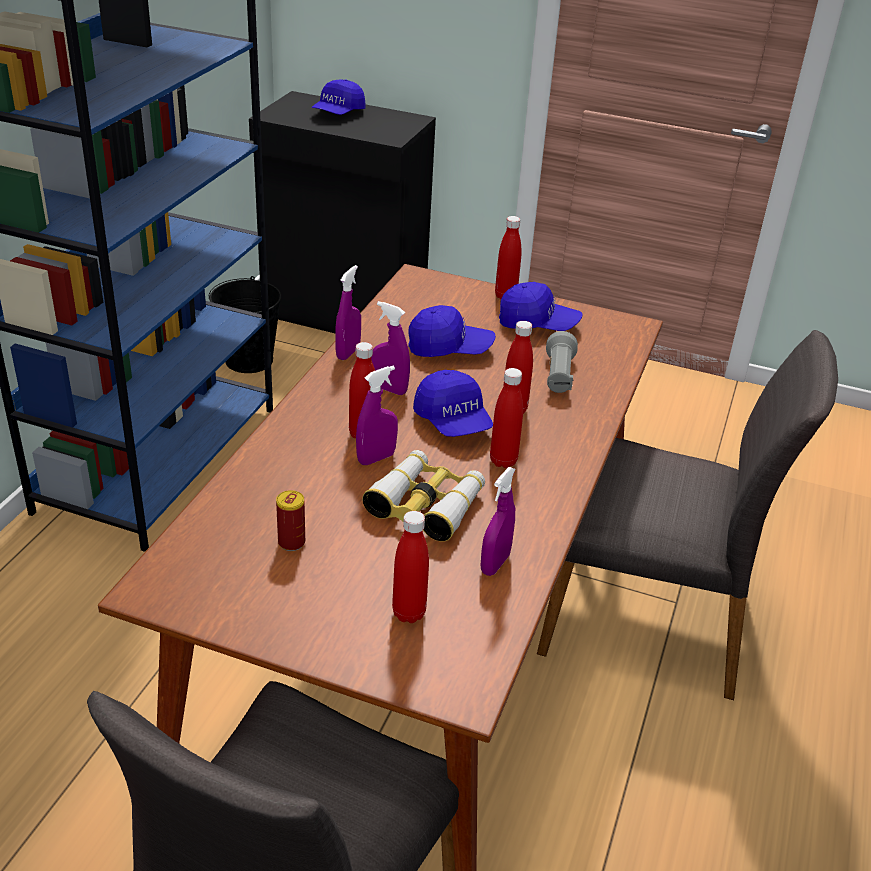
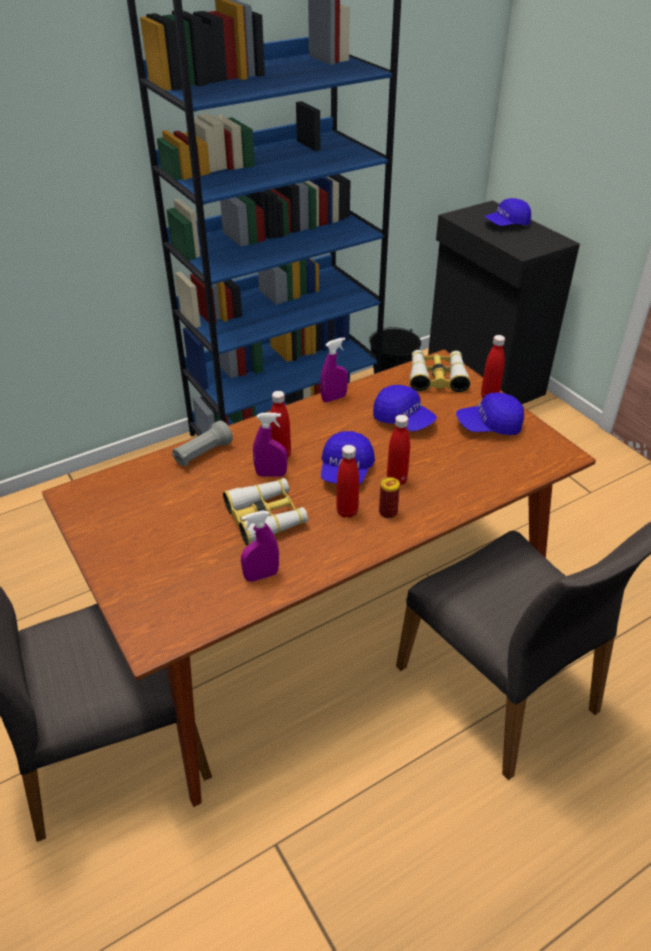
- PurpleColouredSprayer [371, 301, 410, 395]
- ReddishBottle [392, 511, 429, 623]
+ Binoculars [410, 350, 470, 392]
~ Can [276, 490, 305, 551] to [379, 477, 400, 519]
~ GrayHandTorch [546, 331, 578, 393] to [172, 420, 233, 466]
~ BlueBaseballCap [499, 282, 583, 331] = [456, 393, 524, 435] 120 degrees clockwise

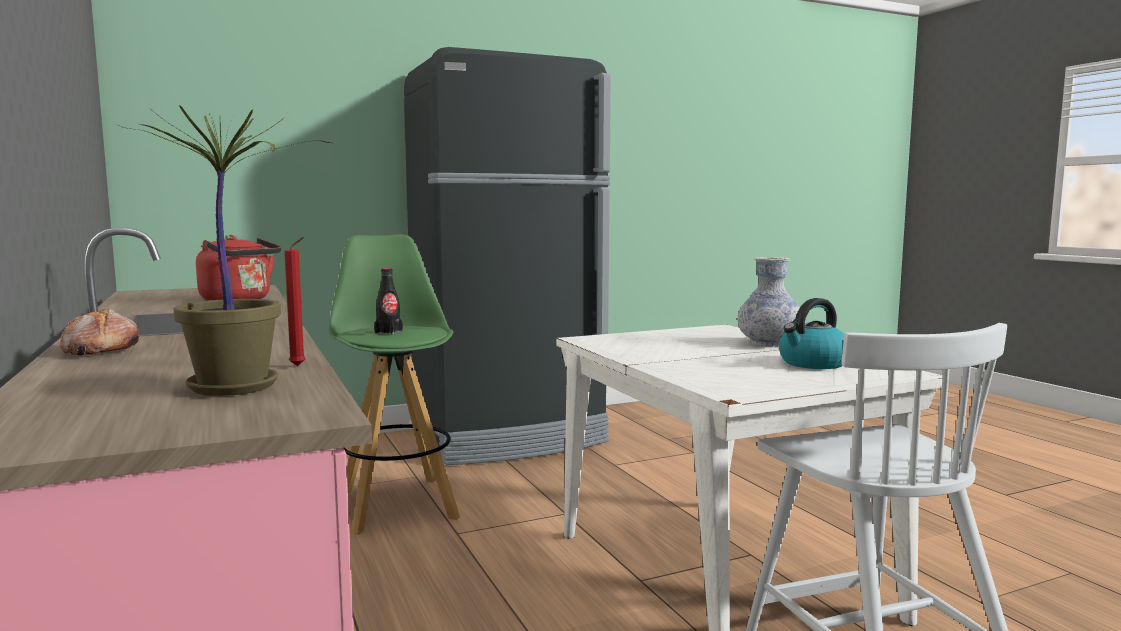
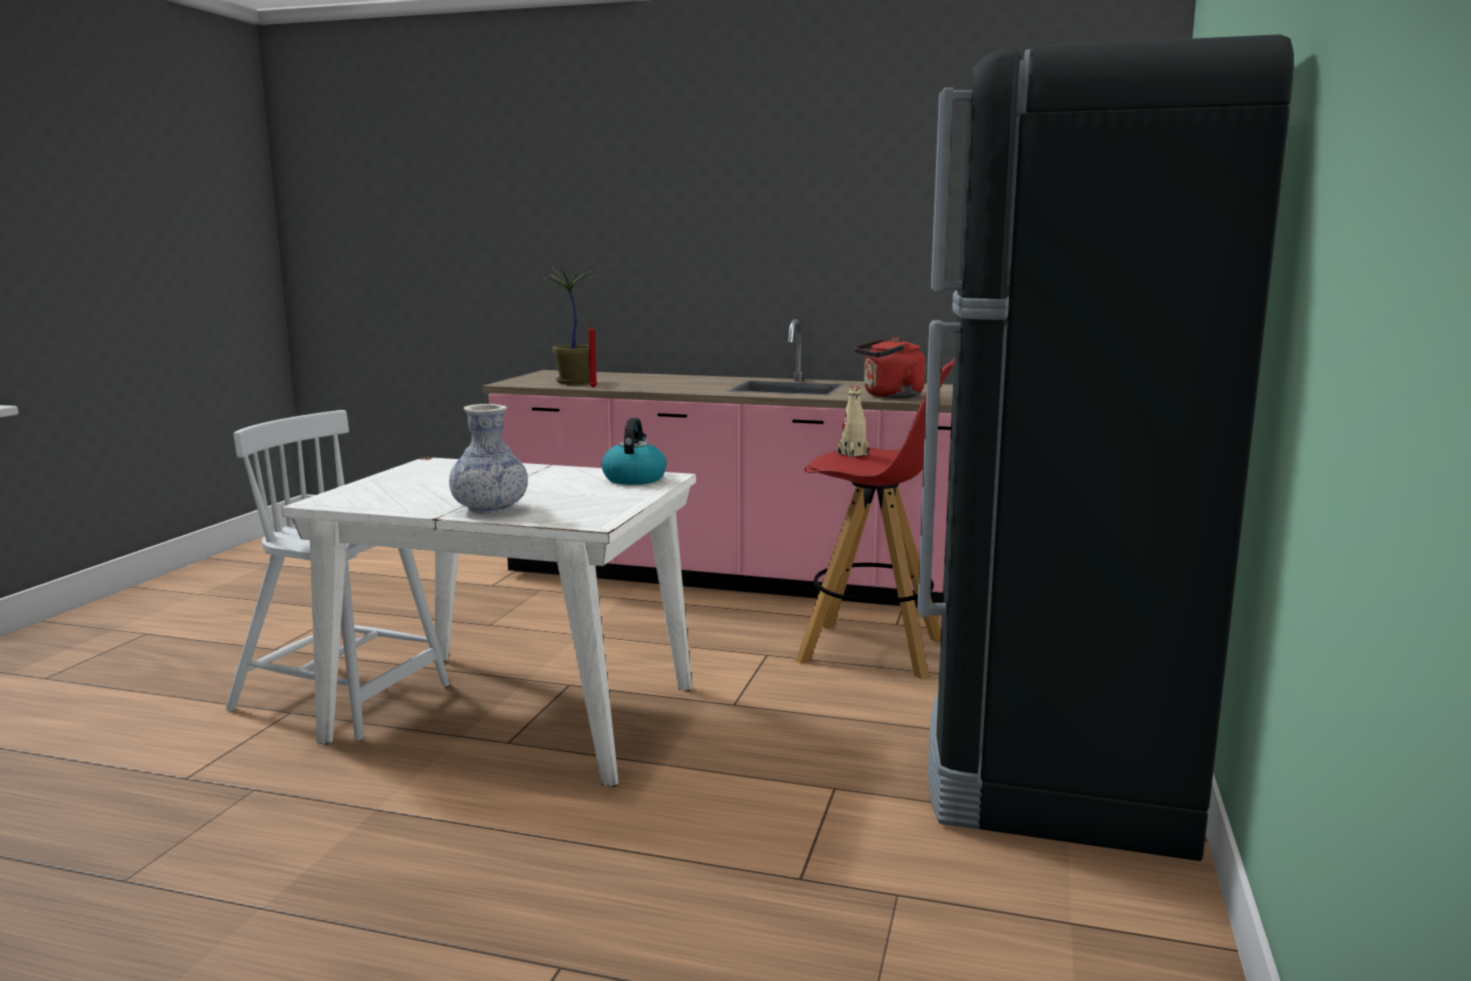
- BakeryBread [60, 308, 139, 356]
~ TeaKettle [779, 298, 844, 369] to [601, 418, 666, 485]
~ GreenishStoolSeat [329, 234, 460, 535] to ReddishStoolSeat [795, 358, 954, 679]
~ BlackishBottle [374, 268, 403, 334] to SandColouredBottle [838, 386, 869, 458]

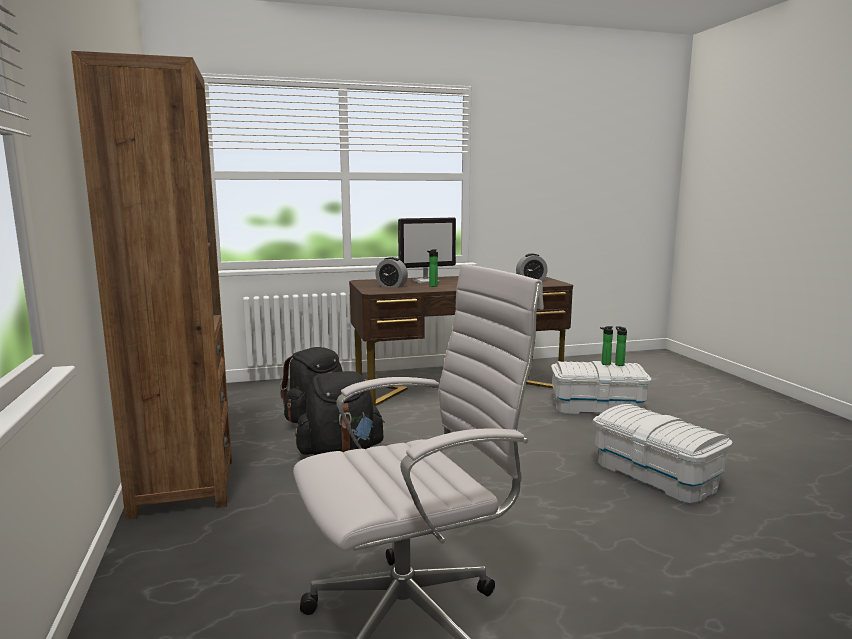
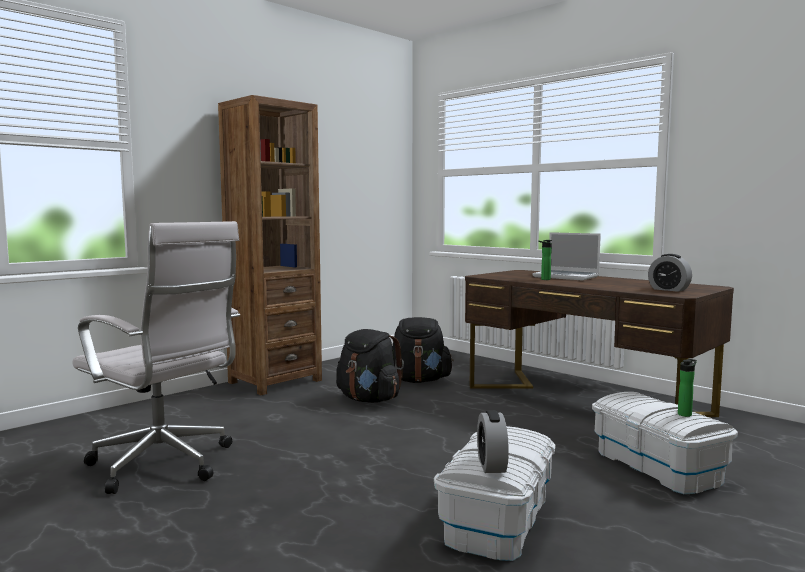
- Bottle [600, 326, 613, 365]
~ AlarmClock [376, 257, 408, 288] to [477, 410, 509, 473]
~ ComputerScreen [398, 218, 456, 283] to Laptop [532, 232, 601, 280]

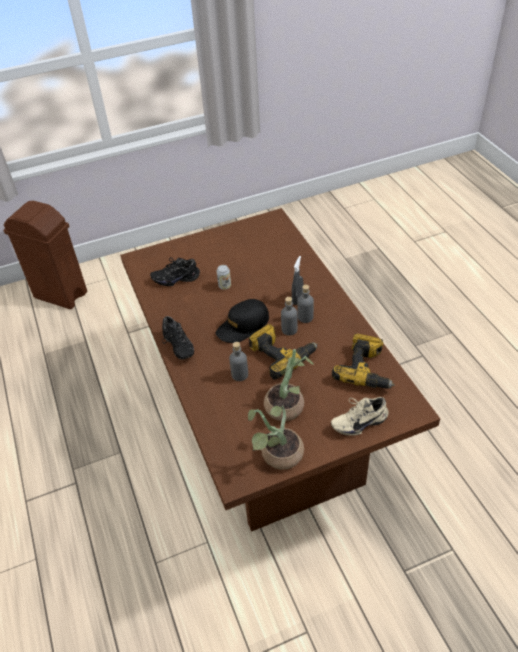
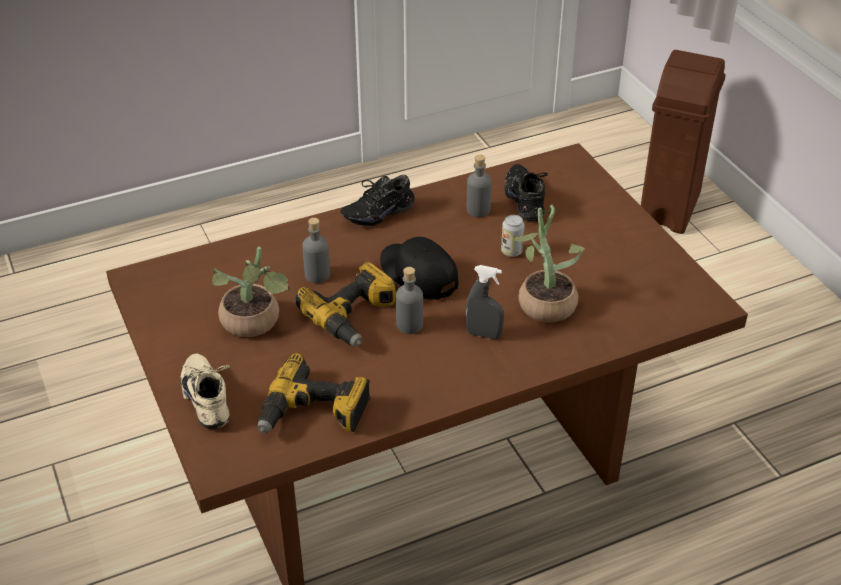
~ PottedPlant [248, 406, 304, 470] to [514, 204, 585, 322]
~ GrayBottle [298, 285, 314, 323] to [467, 155, 492, 217]

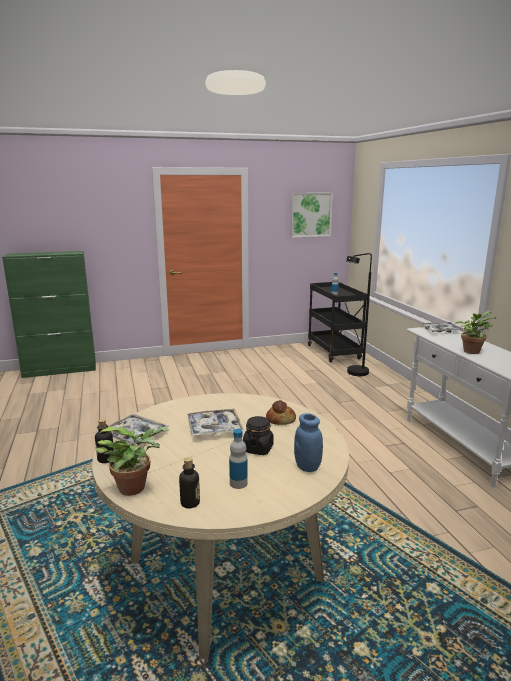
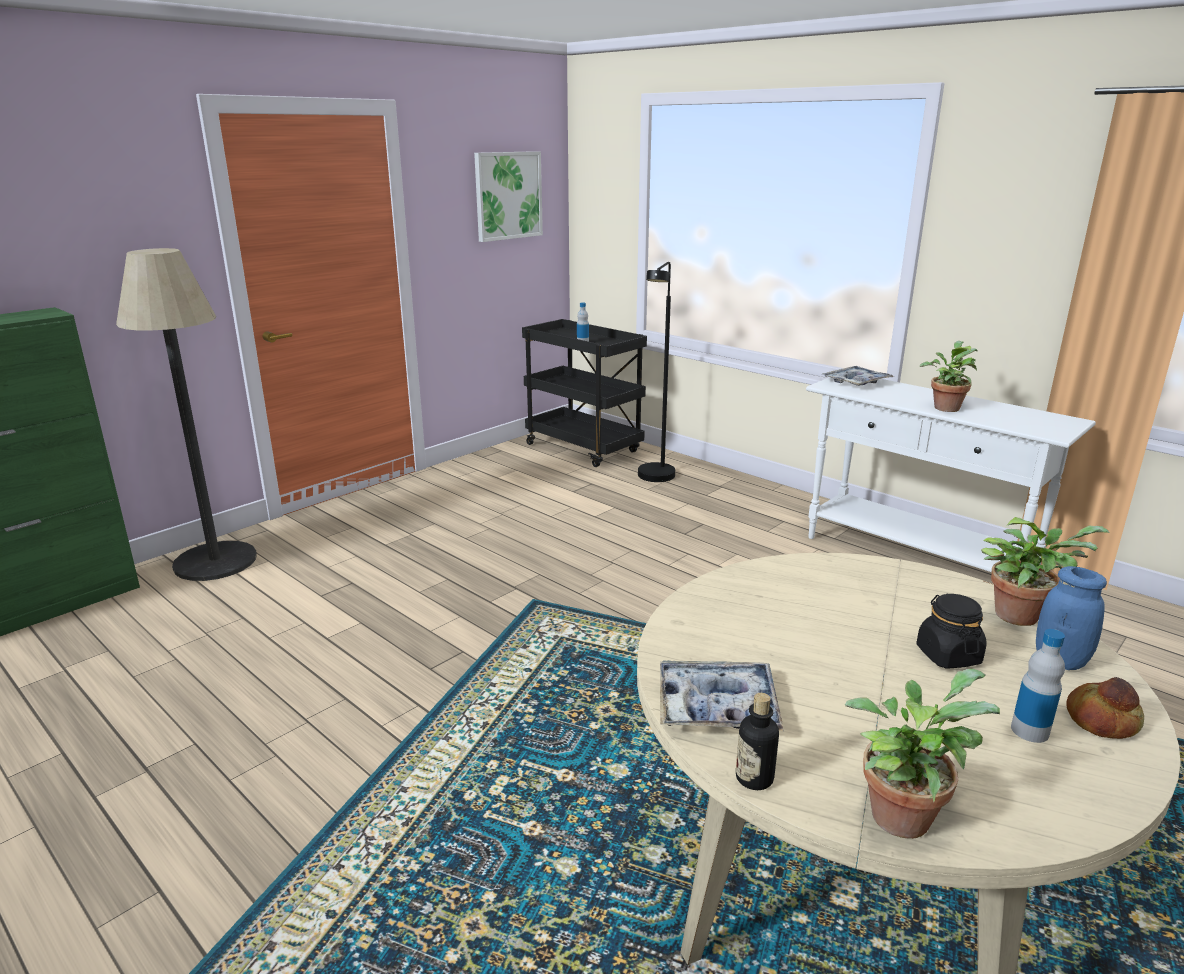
- Bottle [179, 457, 200, 508]
- Tray [187, 409, 244, 436]
+ FloorLamp [116, 248, 257, 581]
+ PottedPlant [981, 517, 1110, 626]
~ BakeryBread [266, 400, 296, 425] to [1066, 677, 1144, 739]

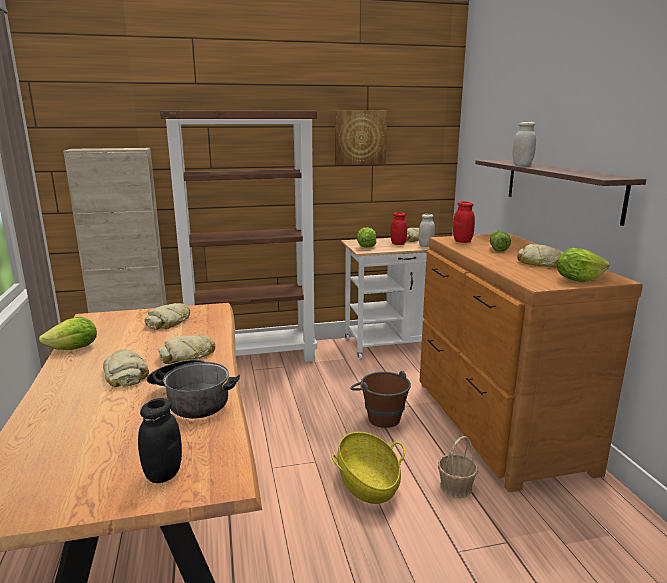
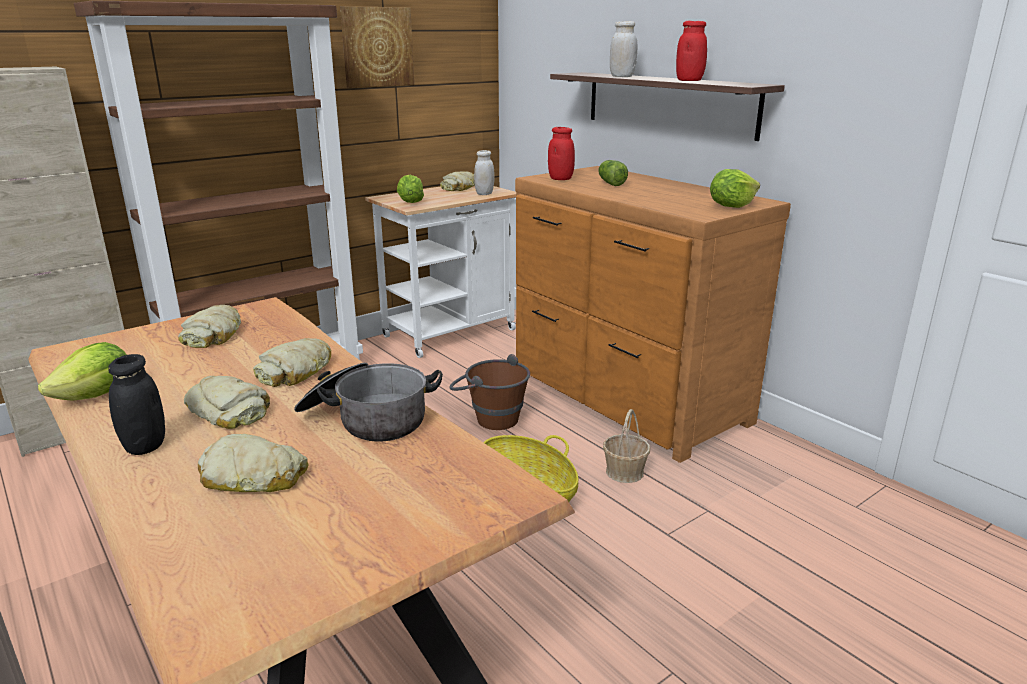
~ BlackishPreserveJar [138, 398, 182, 483] to [109, 354, 165, 455]
~ ReddishPreserveJar [390, 212, 407, 245] to [676, 21, 707, 81]
~ BakeryBread [517, 244, 564, 268] to [198, 434, 308, 492]

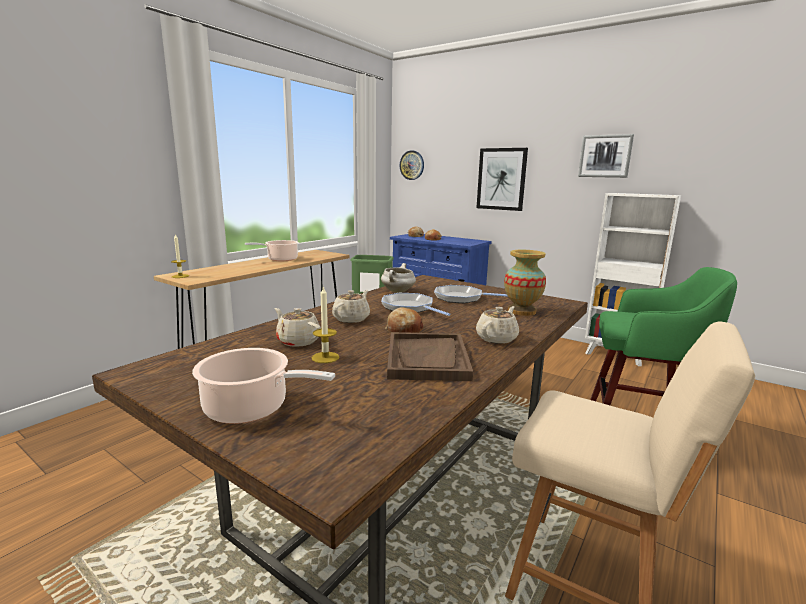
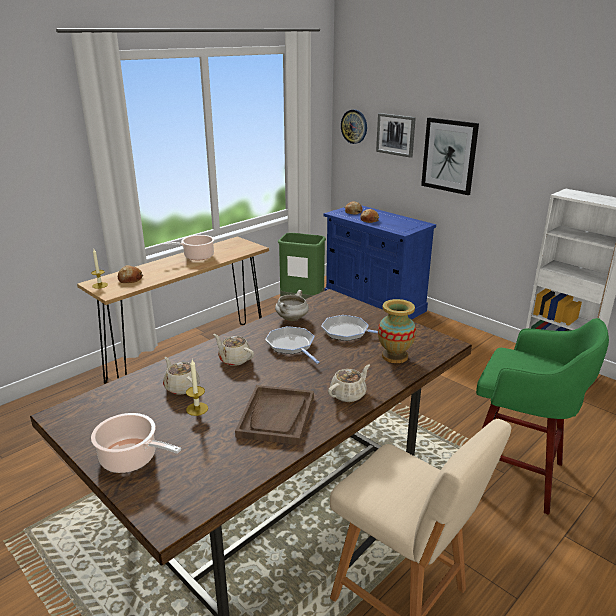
~ BakeryBread [385, 307, 423, 333] to [118, 265, 143, 283]
~ WallPicture [578, 134, 634, 178] to [376, 113, 416, 158]
~ SandColouredTeapot [332, 290, 370, 323] = [213, 334, 254, 366] 90 degrees counterclockwise

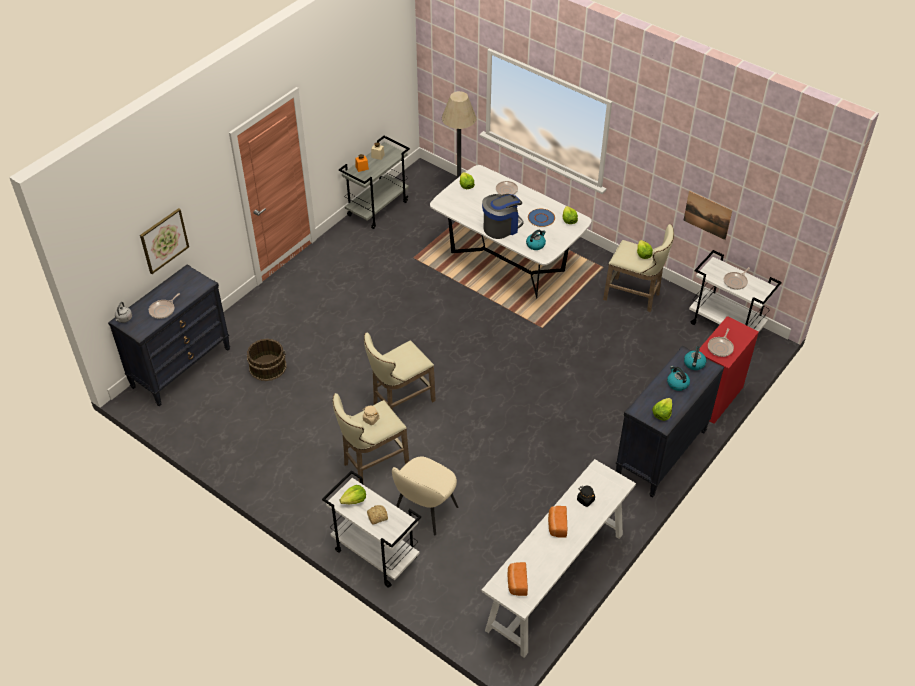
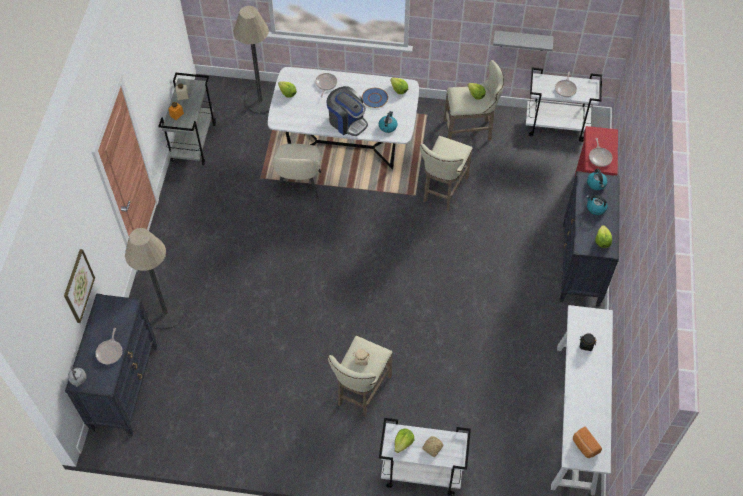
- BrownColouredPail [247, 339, 287, 381]
- BakeryBread [548, 506, 567, 538]
+ FloorLamp [125, 228, 184, 329]
~ SandColouredStoolSeat [364, 333, 436, 410] to [420, 136, 473, 210]
~ SandColouredUprightChair [392, 456, 458, 535] to [272, 144, 322, 200]
~ WallPicture [683, 191, 732, 240] to GrayBracketShelf [493, 30, 554, 51]
~ CoffeeMachine [482, 194, 524, 239] = [326, 86, 368, 136] 105 degrees clockwise

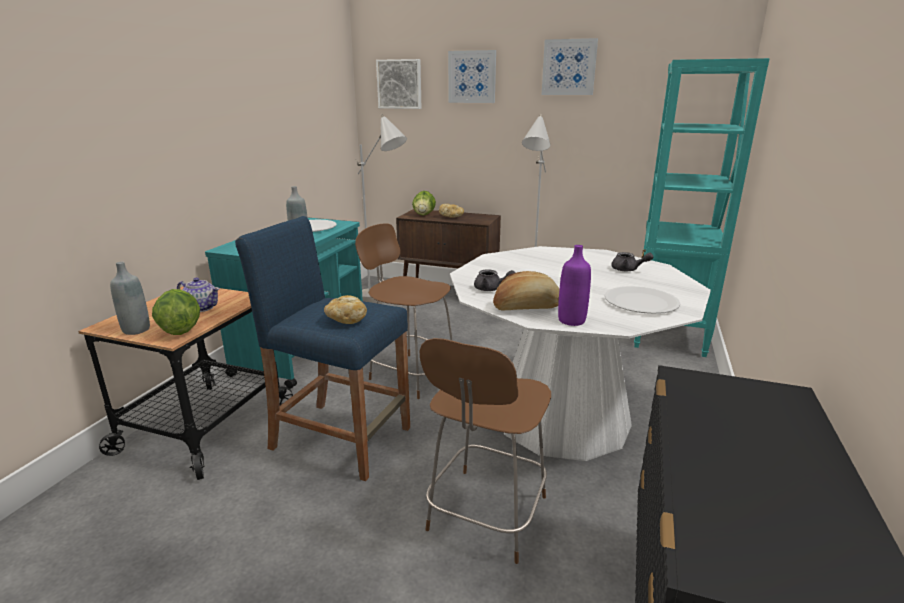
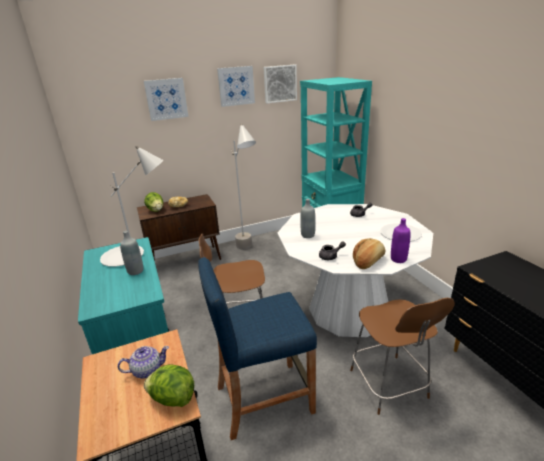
- BakeryBread [324, 295, 367, 324]
~ GrayBottle [110, 262, 150, 335] to [300, 199, 315, 238]
~ WallPicture [376, 59, 421, 109] to [264, 65, 297, 103]

